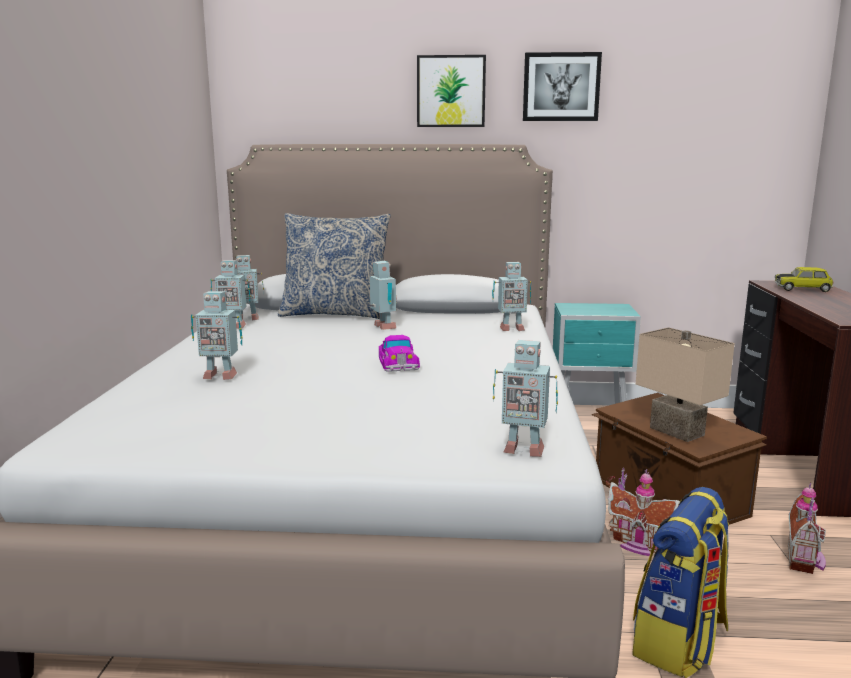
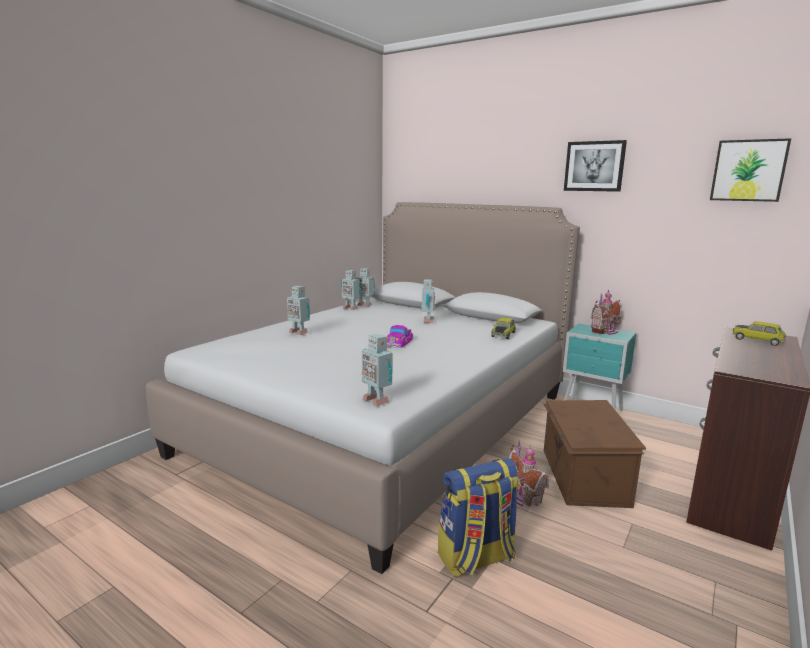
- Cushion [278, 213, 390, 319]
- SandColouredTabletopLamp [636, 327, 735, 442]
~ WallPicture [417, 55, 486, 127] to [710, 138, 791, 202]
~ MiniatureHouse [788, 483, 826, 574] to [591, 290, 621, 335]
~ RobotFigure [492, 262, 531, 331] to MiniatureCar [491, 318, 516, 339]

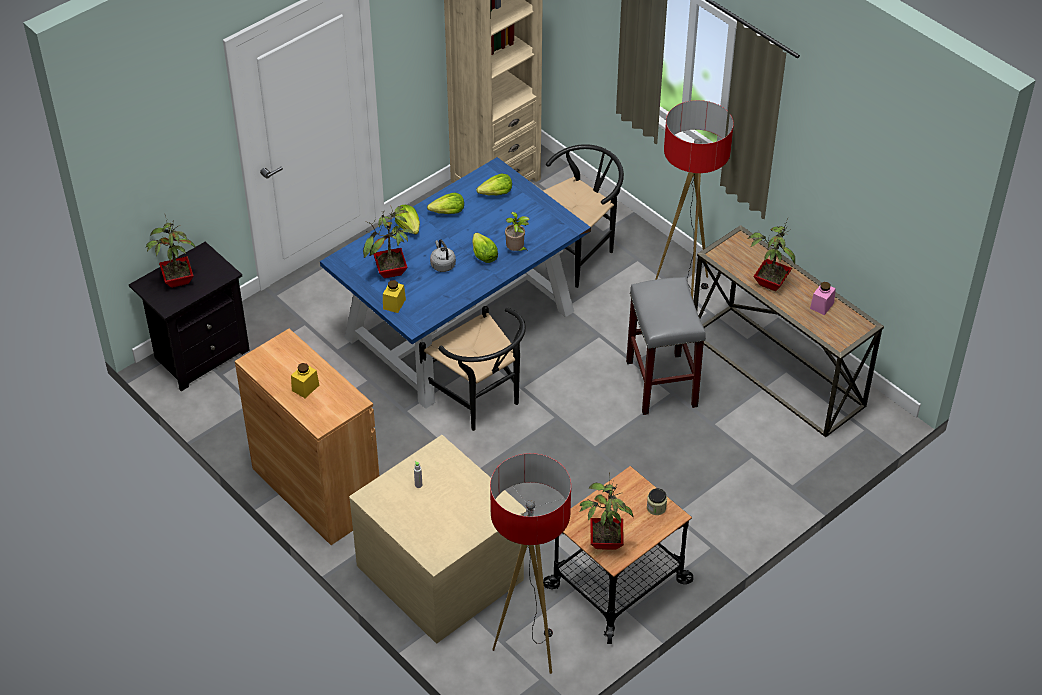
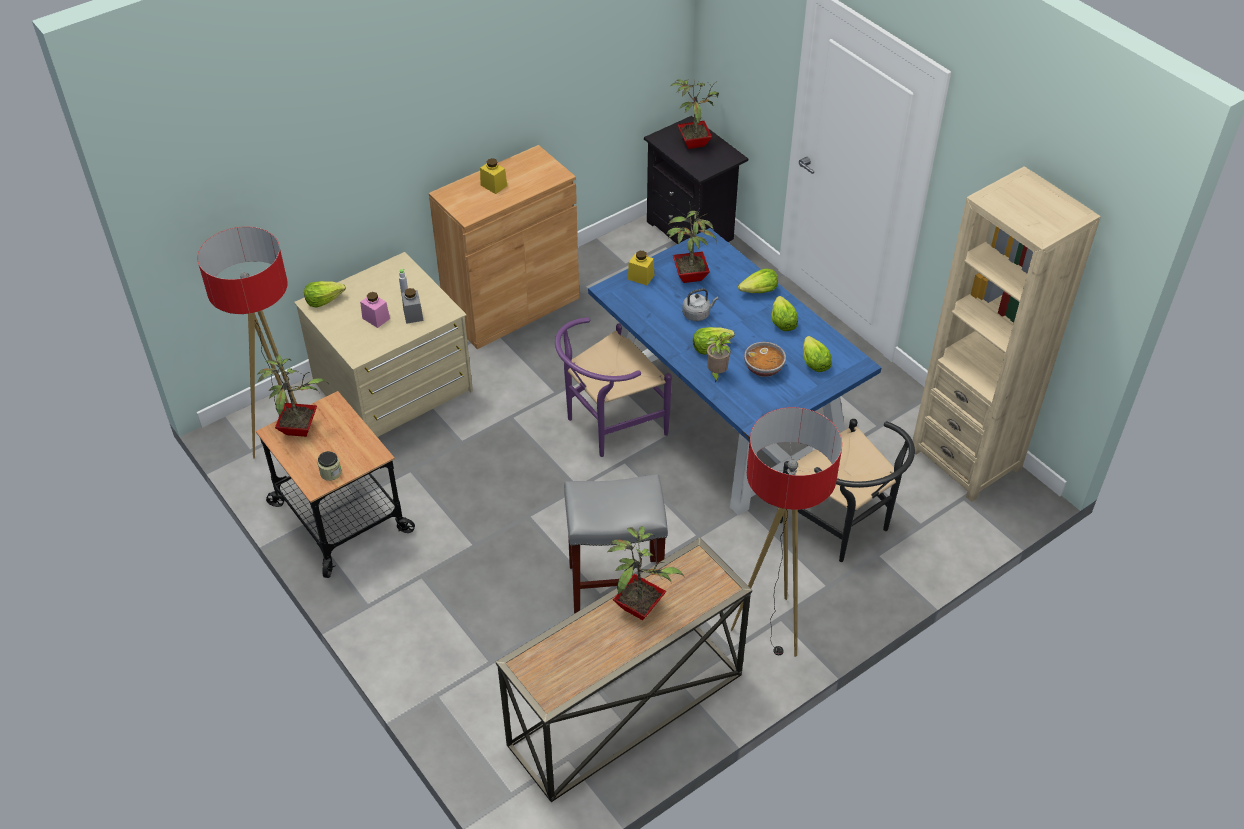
+ Lettuce [304, 281, 346, 308]
+ GrayPreserveJar [402, 288, 424, 324]
+ ServingBowl [744, 342, 786, 377]
~ PinkPreserveJar [810, 282, 836, 315] to [360, 292, 390, 328]
~ BlackishUprightChair [419, 306, 526, 431] to PurpleColouredUprightChair [555, 317, 672, 457]

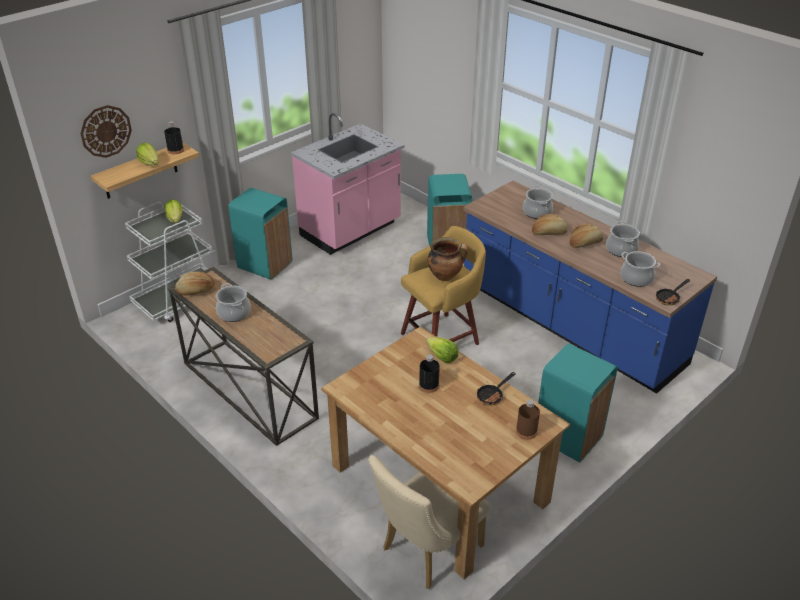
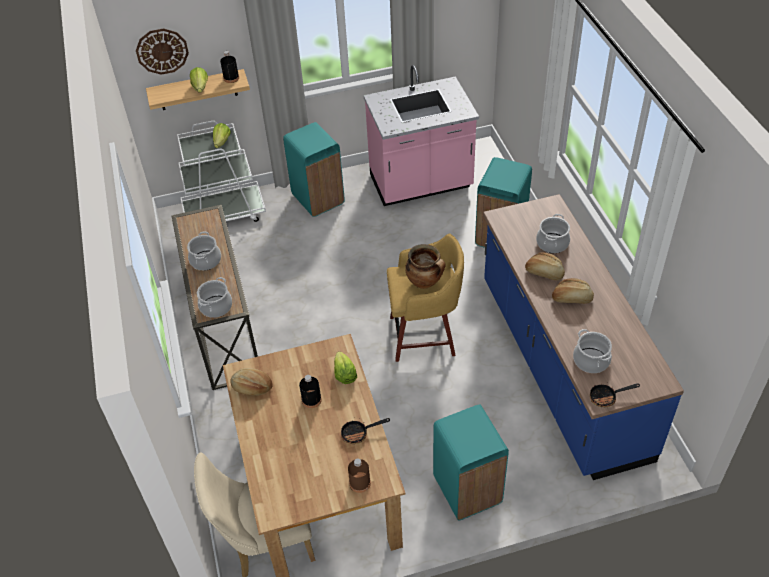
~ BakeryBread [175, 272, 215, 295] to [230, 368, 273, 396]
~ Saucepot [606, 221, 640, 257] to [197, 277, 232, 318]

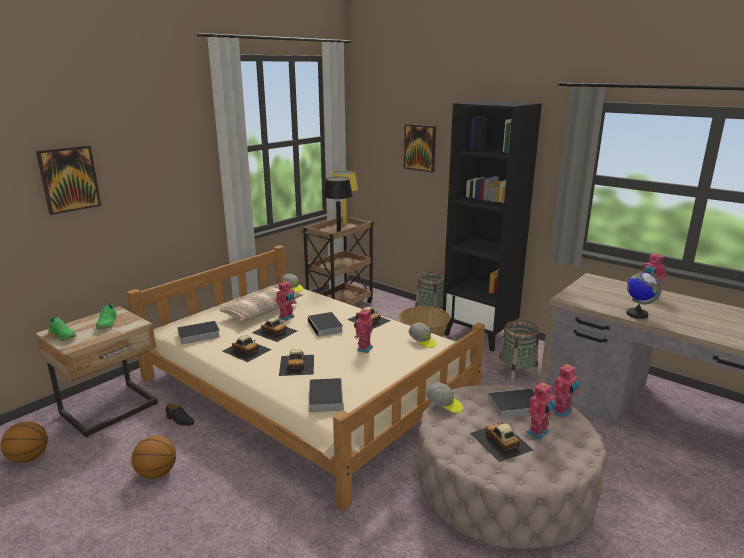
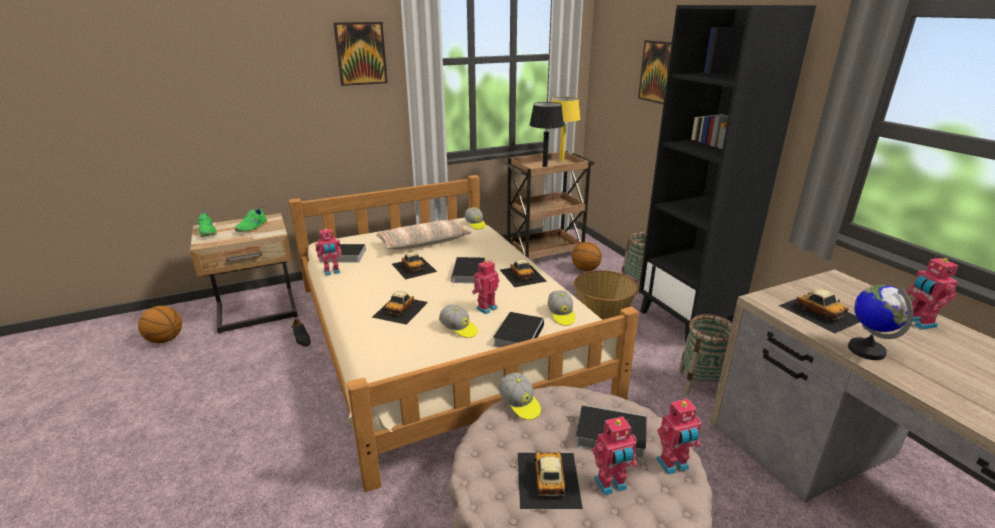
+ BaseballCap [439, 304, 478, 338]
~ WallPicture [36, 146, 101, 215] to [333, 22, 388, 86]
~ Basketball [131, 435, 176, 479] to [572, 242, 602, 271]
~ MiniatureCar [222, 335, 272, 362] to [778, 289, 860, 334]
~ RobotFigure [276, 281, 297, 321] to [315, 228, 342, 276]
~ Book [309, 378, 344, 412] to [493, 312, 544, 347]

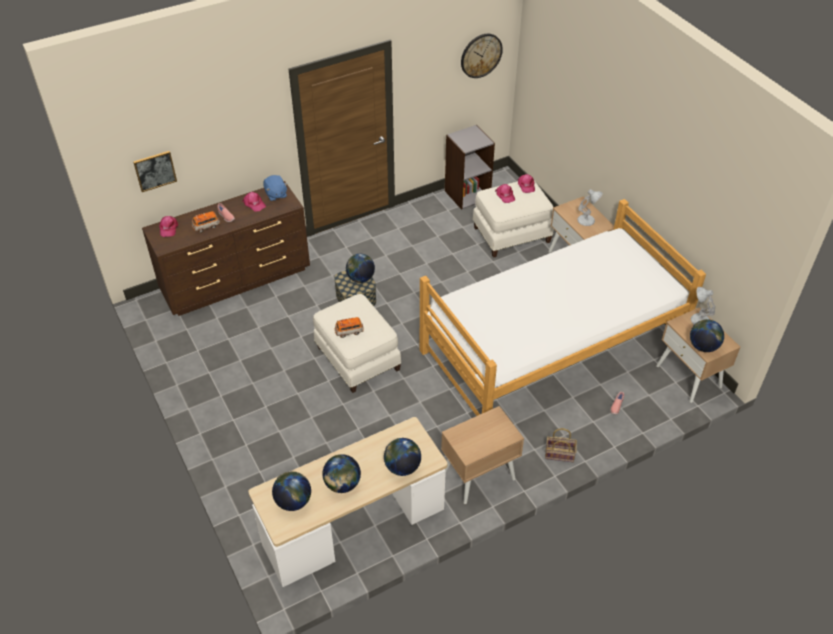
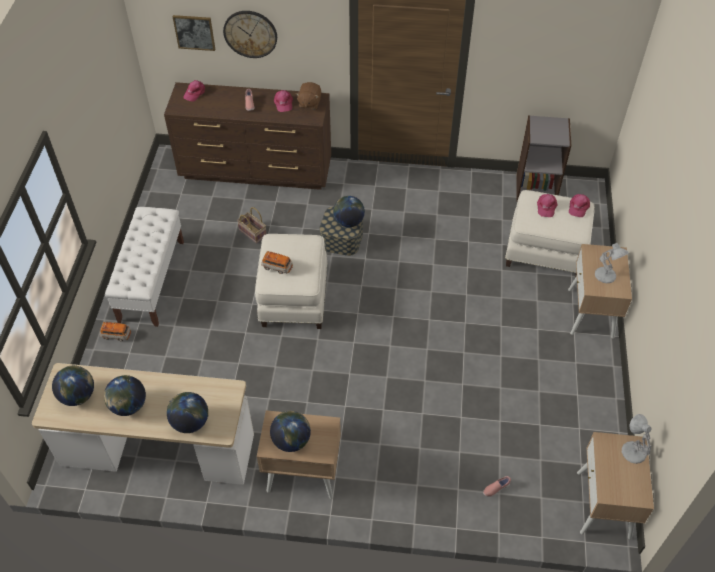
- BedroomBed [420, 199, 706, 416]
+ WhitishBench [105, 207, 184, 327]
~ MiniatureCar [192, 211, 220, 233] to [100, 322, 131, 341]
~ WallClock [461, 34, 503, 78] to [223, 11, 277, 58]
~ HouseholdBasket [545, 428, 577, 462] to [237, 207, 267, 244]
~ DeskGlobe [690, 319, 724, 352] to [270, 411, 311, 452]
~ BlueSoftToy [263, 175, 287, 201] to BrownColouredSoftToy [296, 82, 321, 110]

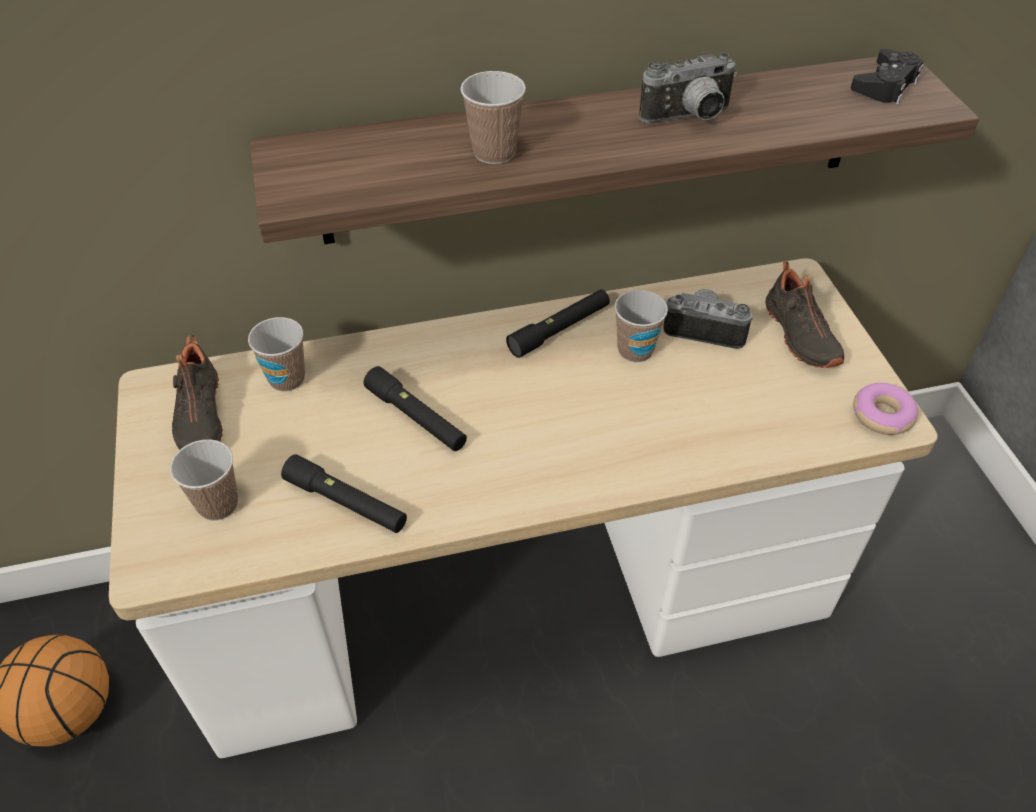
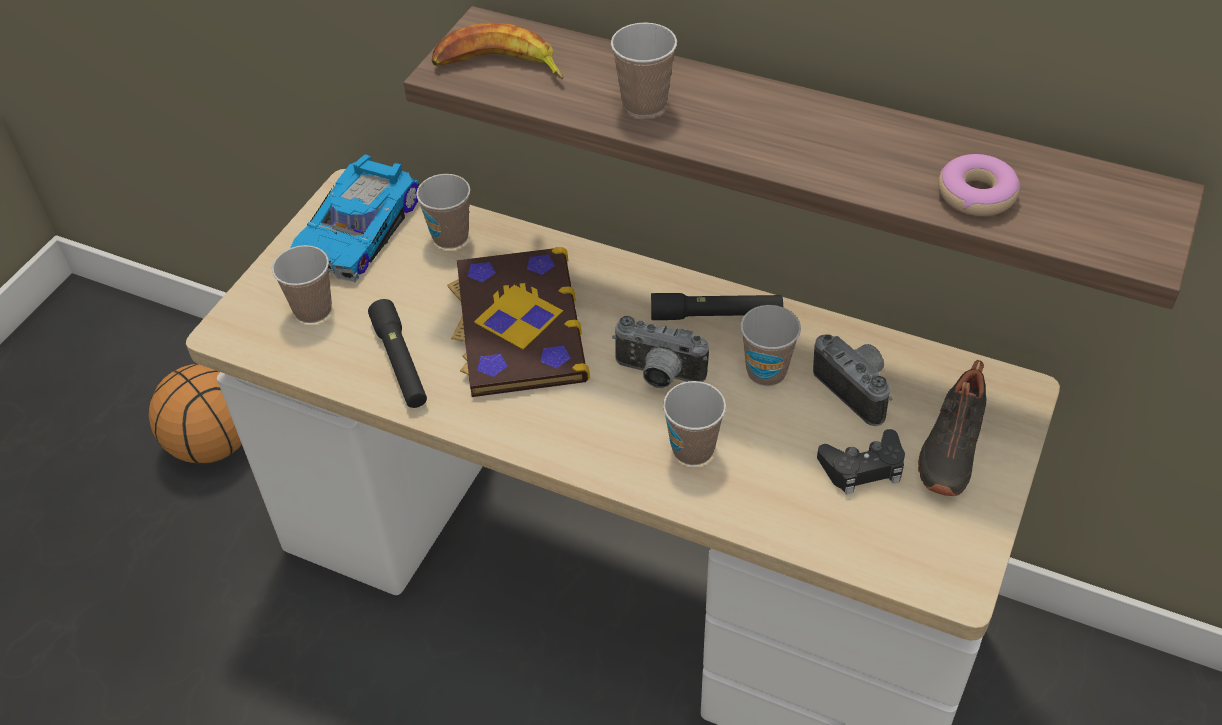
+ BananaFruit [432, 22, 563, 79]
+ SmallCup [663, 381, 726, 465]
~ PhotoCamera [639, 53, 737, 124] to [612, 316, 709, 389]
~ BlackishGamepad [851, 49, 924, 104] to [817, 429, 905, 494]
~ Doughnut [853, 383, 918, 435] to [938, 154, 1021, 216]
~ BlackishLowShoe [172, 335, 223, 450] to MiniatureCar [290, 155, 419, 283]
~ BlackishHandTorch [364, 366, 467, 451] to Book [447, 247, 590, 397]

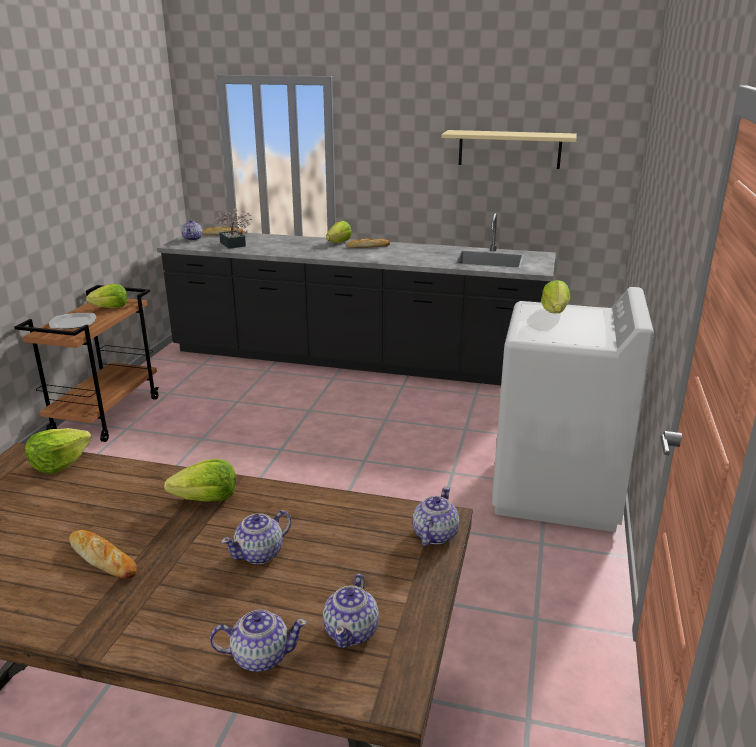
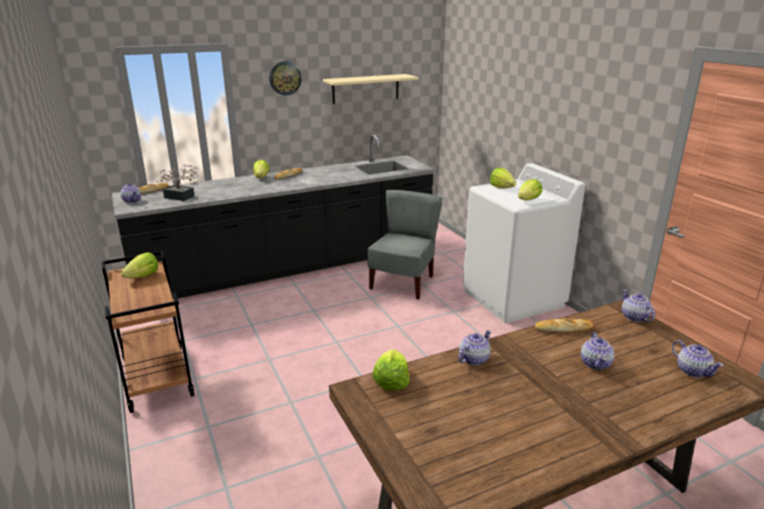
- DinnerPlate [49, 313, 96, 329]
+ WallClock [269, 61, 302, 96]
+ GrayUprightChair [367, 190, 443, 300]
~ BakeryBread [69, 530, 137, 579] to [535, 318, 594, 332]
~ Lettuce [164, 459, 236, 502] to [518, 179, 542, 200]
~ Teapot [210, 609, 307, 672] to [458, 330, 491, 365]

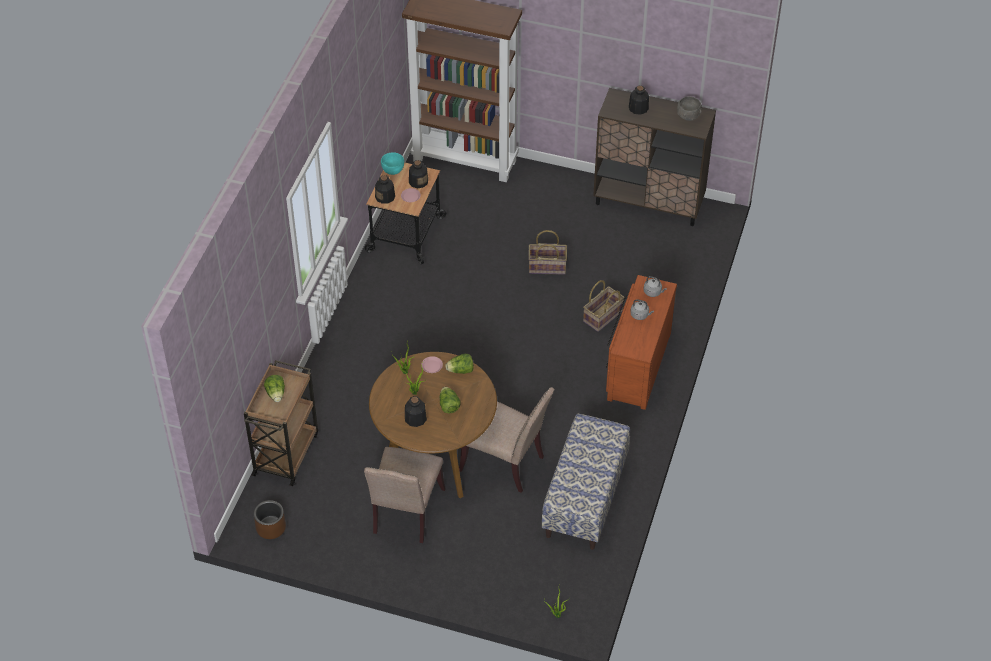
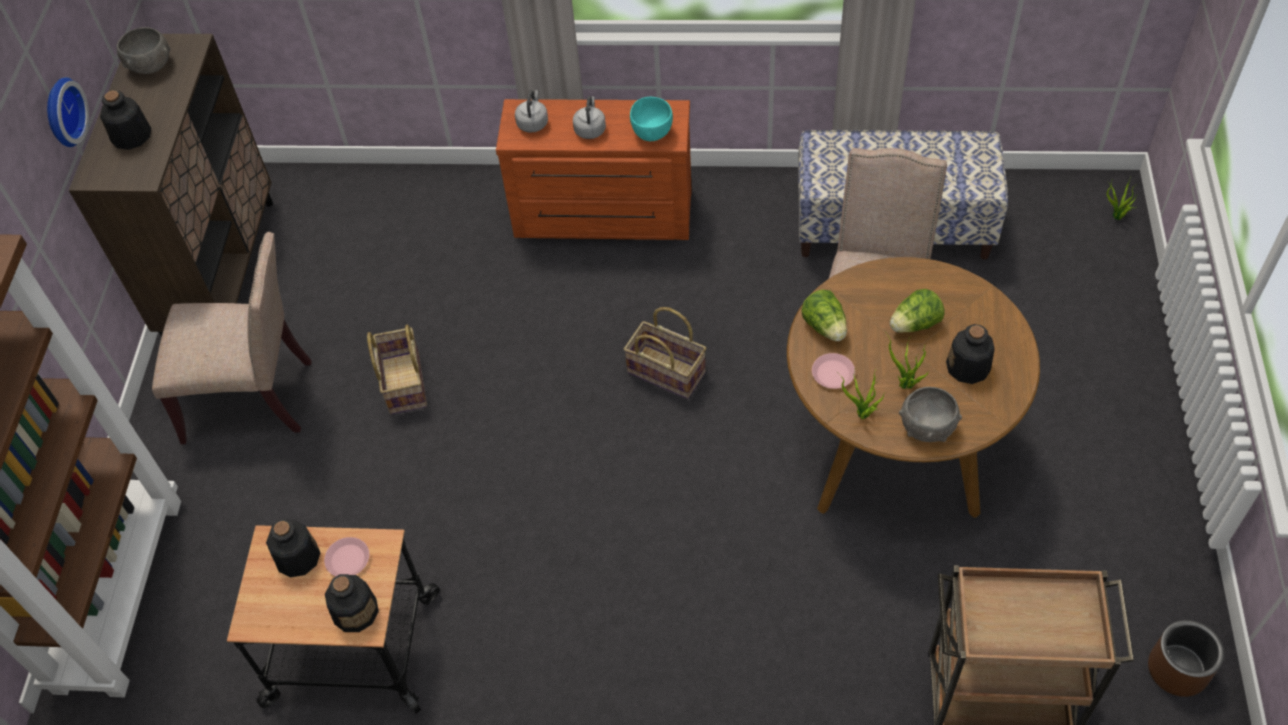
- Lettuce [264, 375, 285, 402]
+ WallClock [47, 77, 89, 147]
+ GrayServingBowl [899, 387, 962, 442]
~ SandColouredUprightChair [364, 447, 446, 543] to [152, 232, 312, 444]
~ TurquoiseServingBowl [381, 152, 404, 175] to [630, 97, 673, 141]
~ HouseholdBasket [583, 280, 624, 332] to [624, 307, 706, 399]

